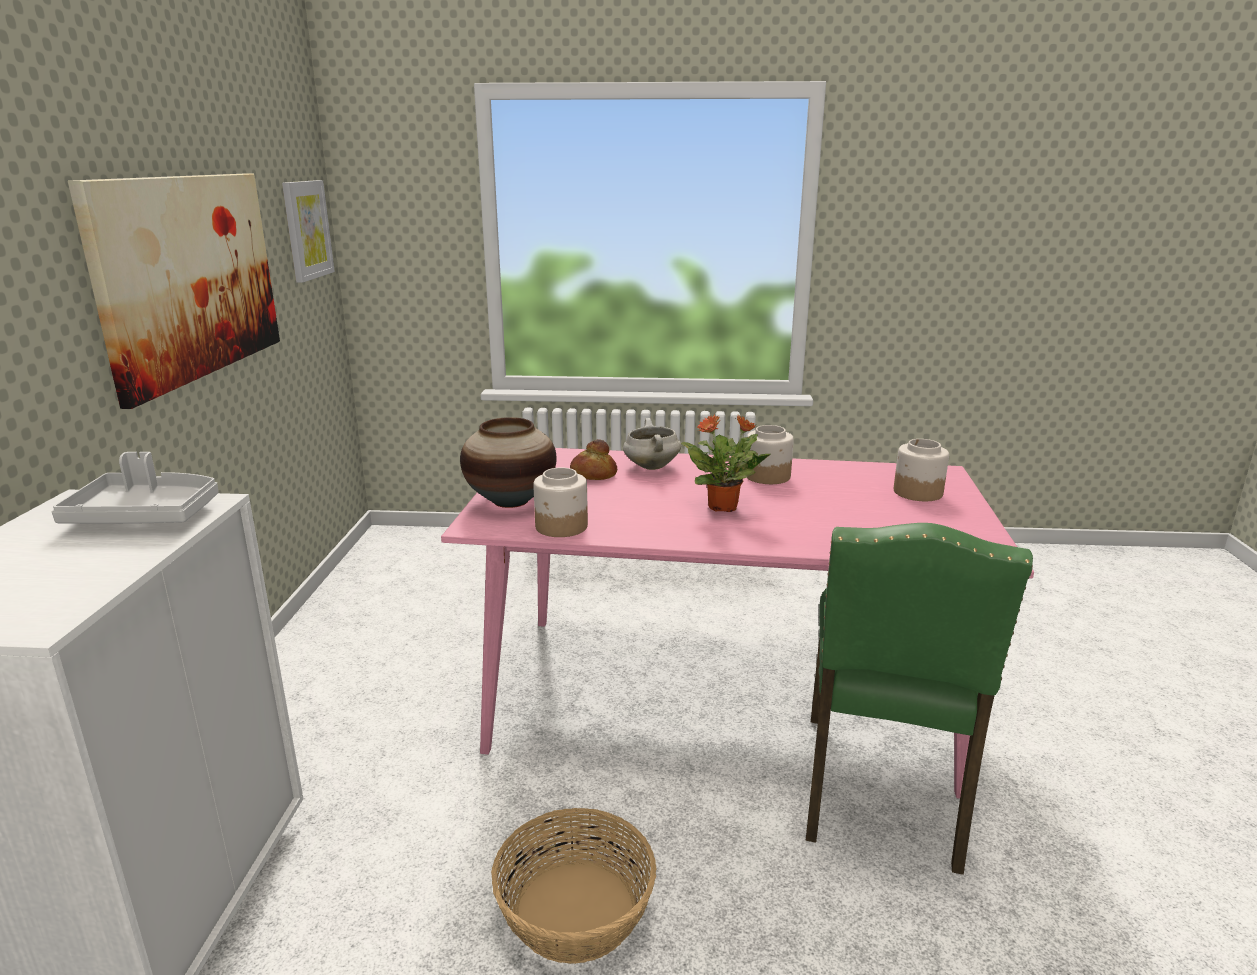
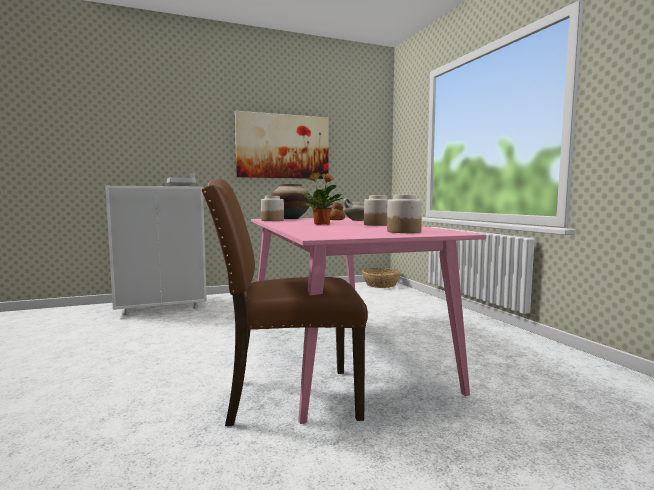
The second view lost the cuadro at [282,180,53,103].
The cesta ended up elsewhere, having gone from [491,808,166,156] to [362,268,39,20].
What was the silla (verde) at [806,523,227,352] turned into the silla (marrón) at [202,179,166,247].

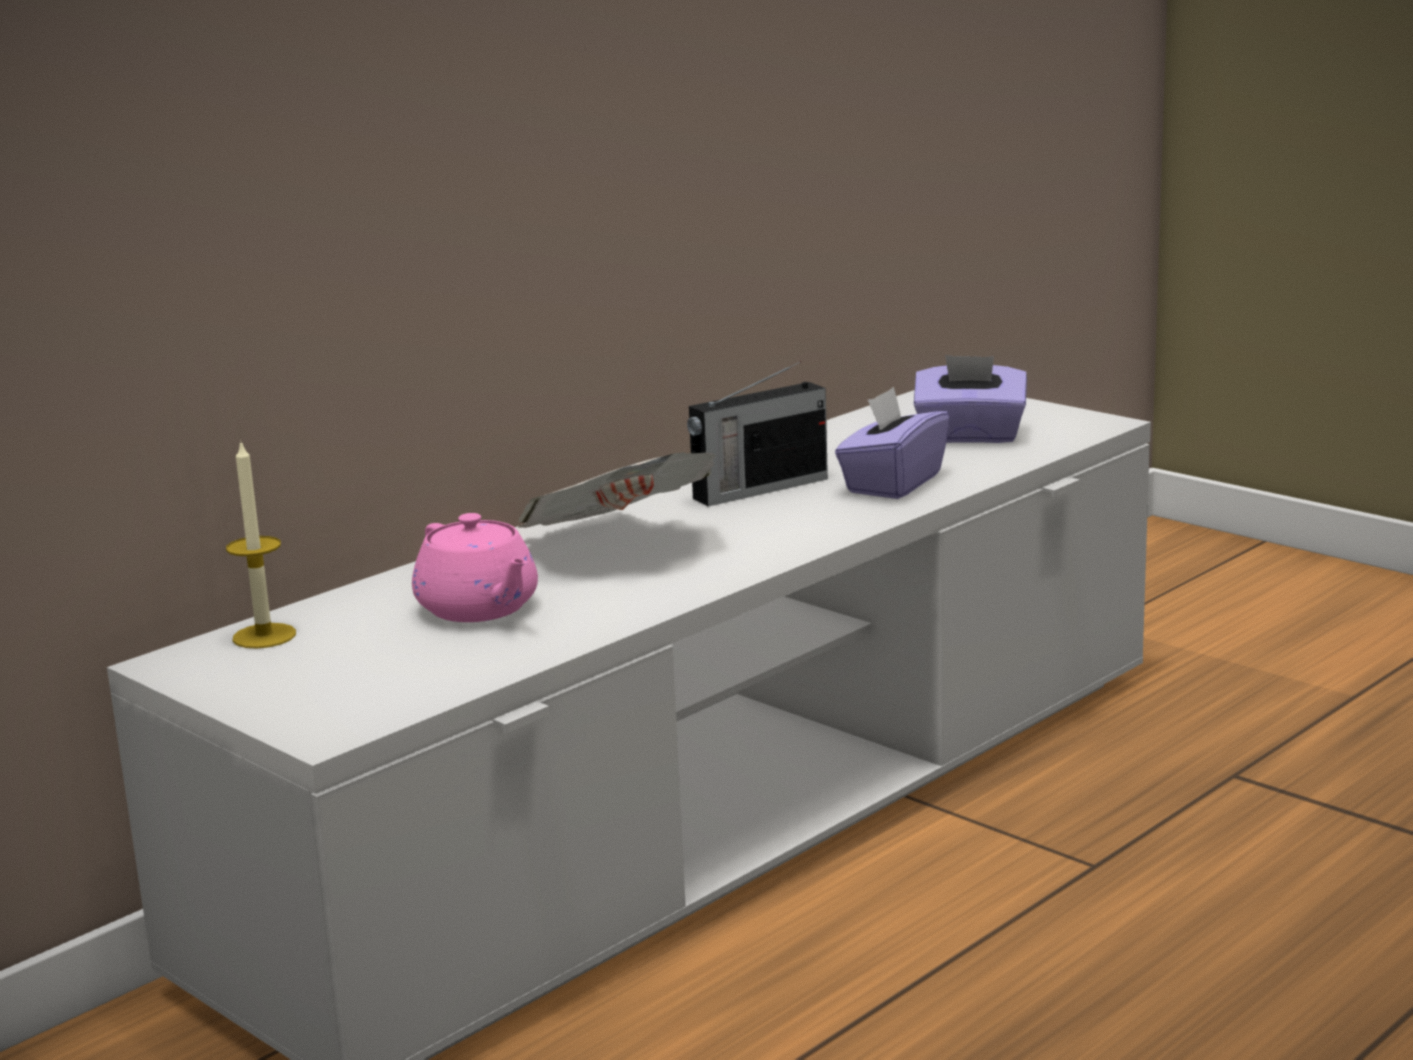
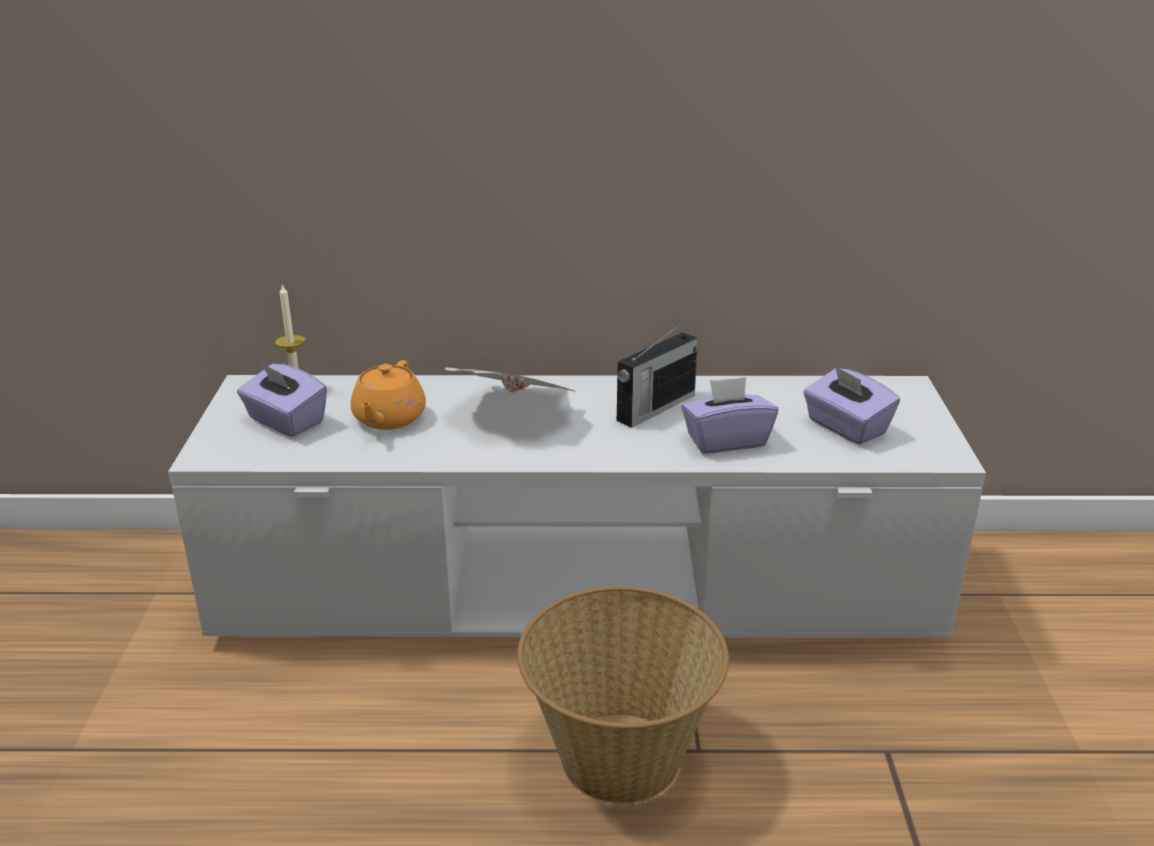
The second view gained the caja de pañuelos (morado) at [237,362,90,75].
The second view gained the cesta at [517,586,212,218].
What was the tetera (rosa) at [412,513,126,109] turned into the tetera (naranja) at [351,360,75,70].
The radio at [687,361,141,145] ended up facing another way, 60 degrees counterclockwise from before.

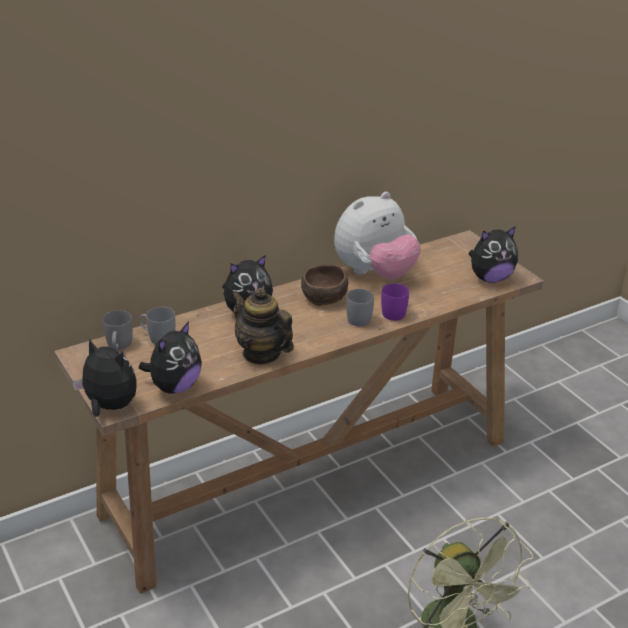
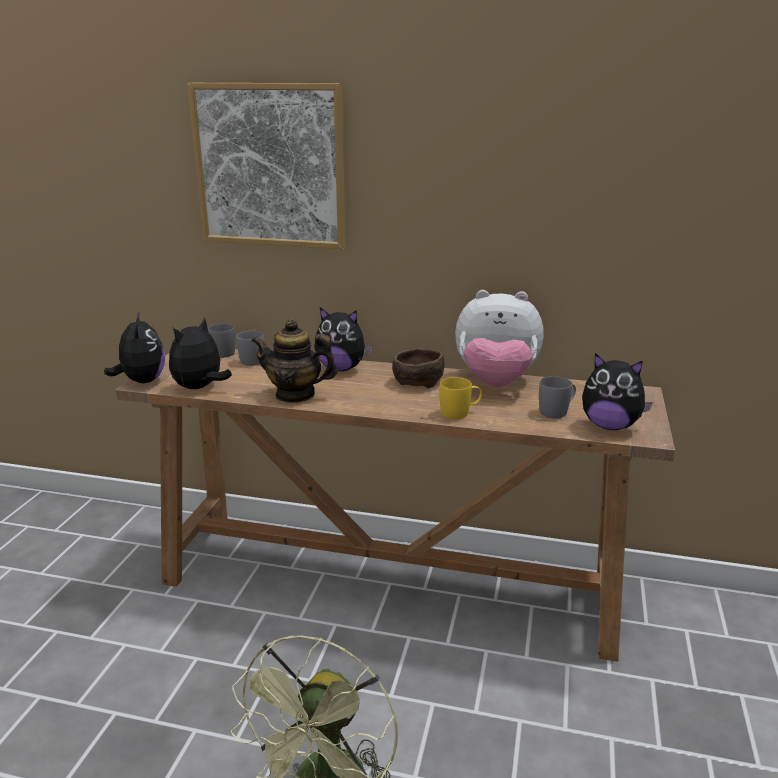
The second view gained the cuadro at [187,83,159,166].
The taza grande (gris) ended up elsewhere, having gone from [346,289,28,38] to [539,376,37,42].
What was the taza grande (morado) at [381,283,28,38] turned into the taza grande (amarillo) at [439,377,43,42].
The peluche at [139,321,63,72] ended up facing another way, 135 degrees clockwise from before.
The tetera at [231,288,63,77] ended up facing another way, 75 degrees counterclockwise from before.

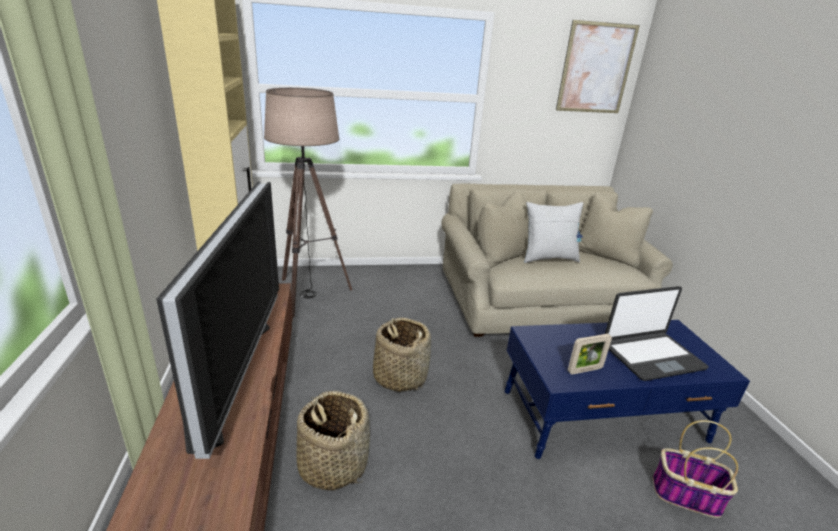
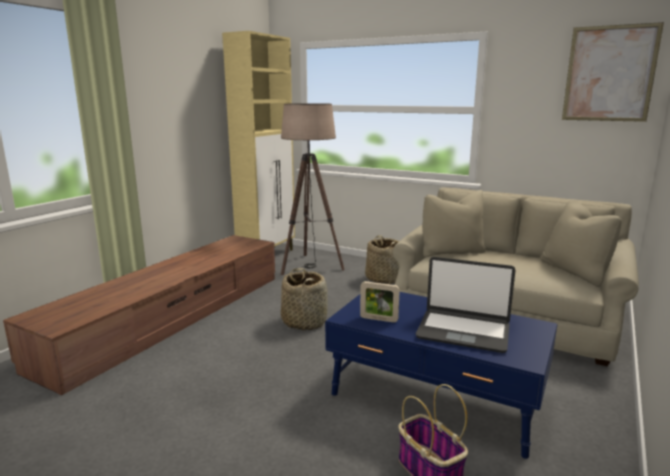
The second view lost the televisor at [157,182,122,277].
The second view lost the cojín (gris) at [524,202,59,61].
The cesta ended up elsewhere, having gone from [296,391,74,100] to [365,235,34,49].

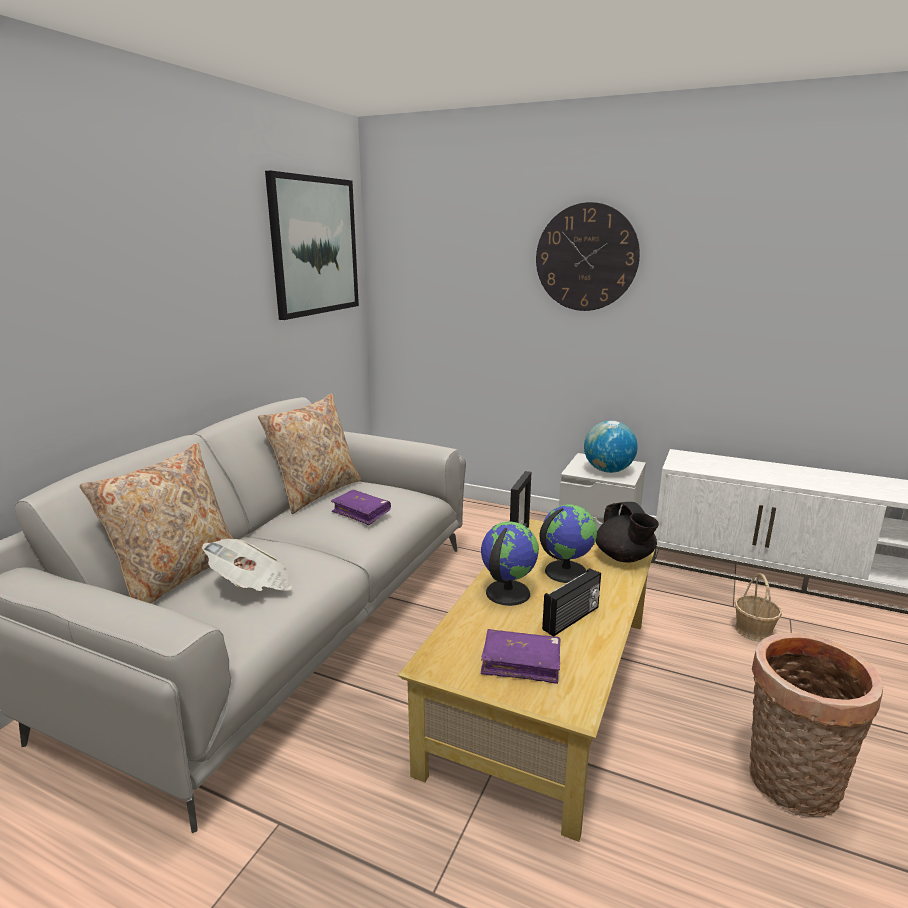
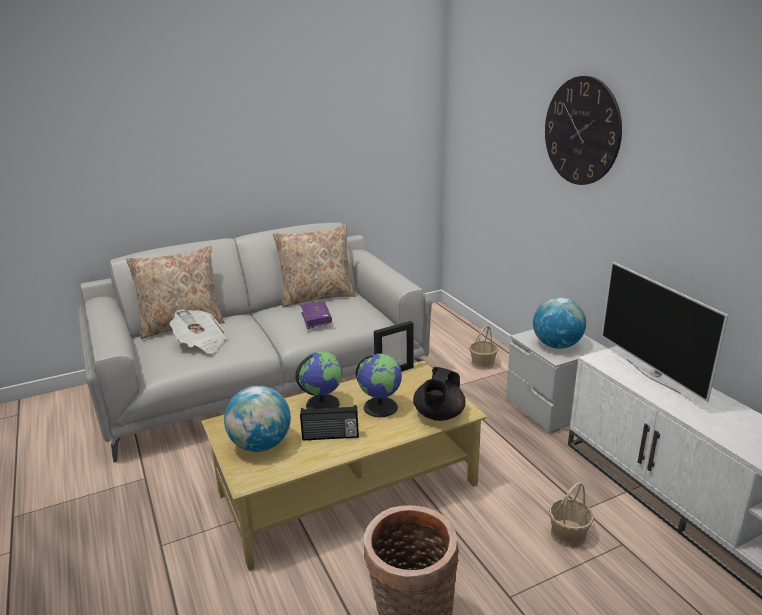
The second view lost the cuadro at [265,171,94,149].
The second view gained the cesta at [469,325,29,45].
The second view gained the televisor at [602,262,126,140].
Where the libro (morado) stood at [481,629,80,55], the globo terráqueo came to stand at [224,386,67,66].

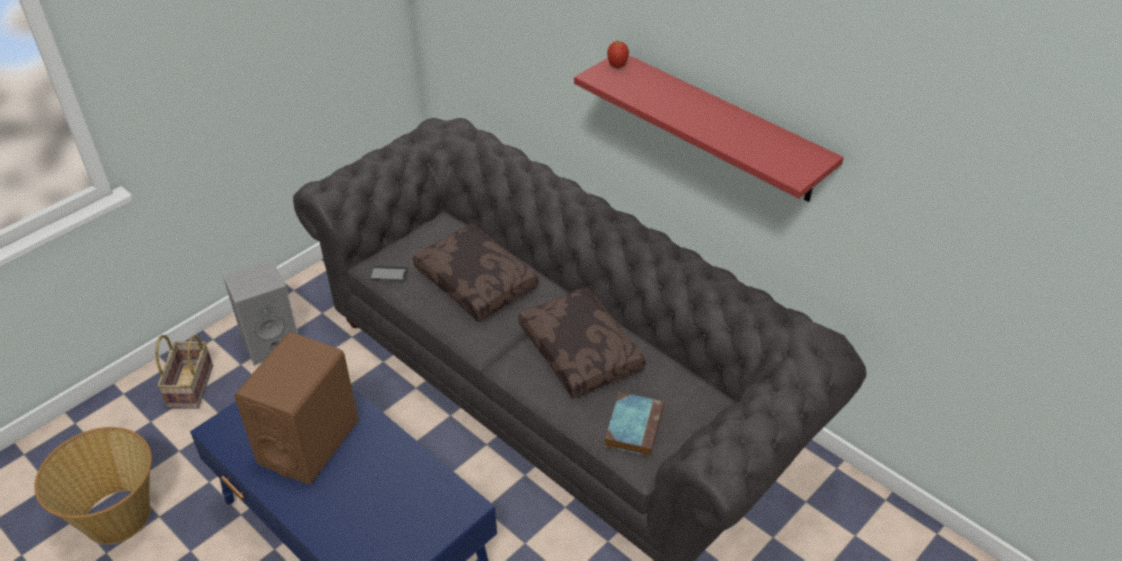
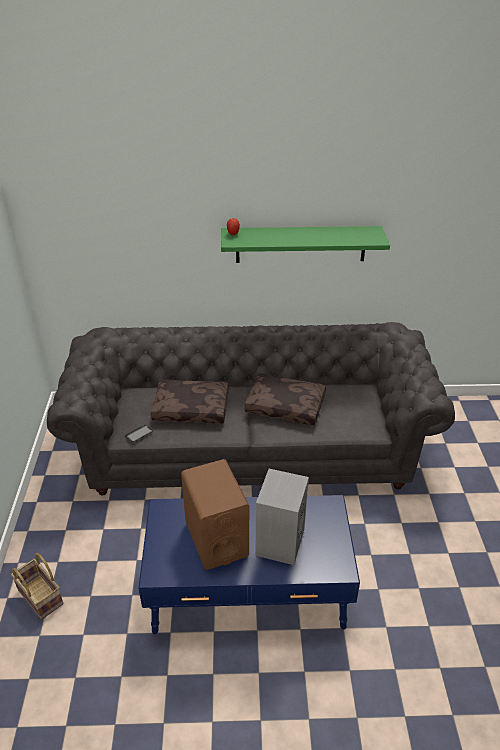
The second view lost the cesta at [34,427,118,117].
The second view lost the libro at [604,392,60,65].
The altavoz (gris) ended up elsewhere, having gone from [223,259,75,107] to [255,469,54,96].
What was the estante (rojo) at [574,55,270,147] turned into the estante (verde) at [221,226,169,37].

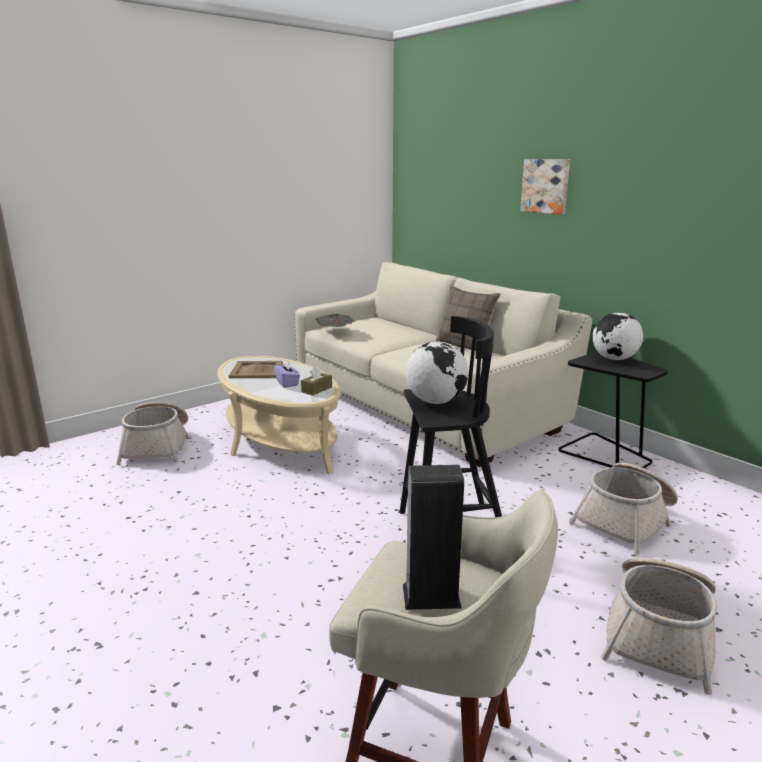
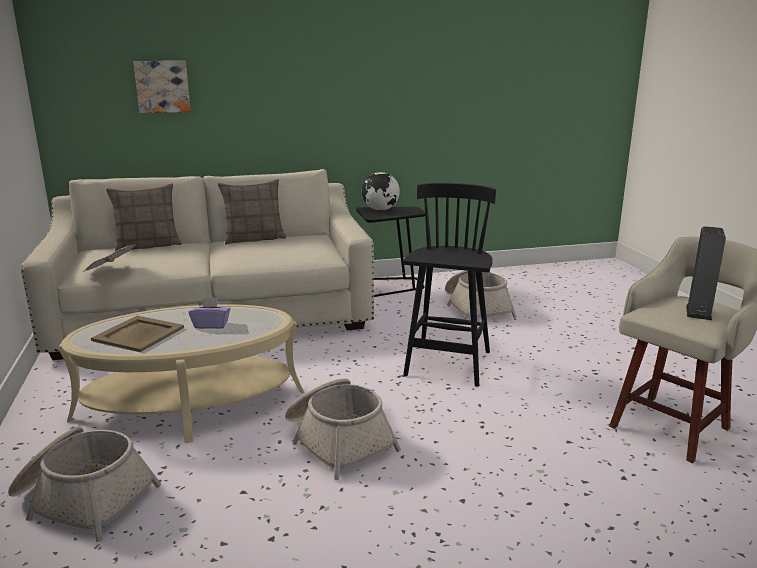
The second view lost the caja de pañuelos (marrón) at [301,366,31,29].
The second view lost the globo terráqueo at [406,341,62,63].
The second view gained the cojín at [106,183,76,68].
The cuadro ended up elsewhere, having gone from [520,159,50,55] to [133,61,58,52].
The cesta ended up elsewhere, having gone from [601,558,116,137] to [285,379,116,101].

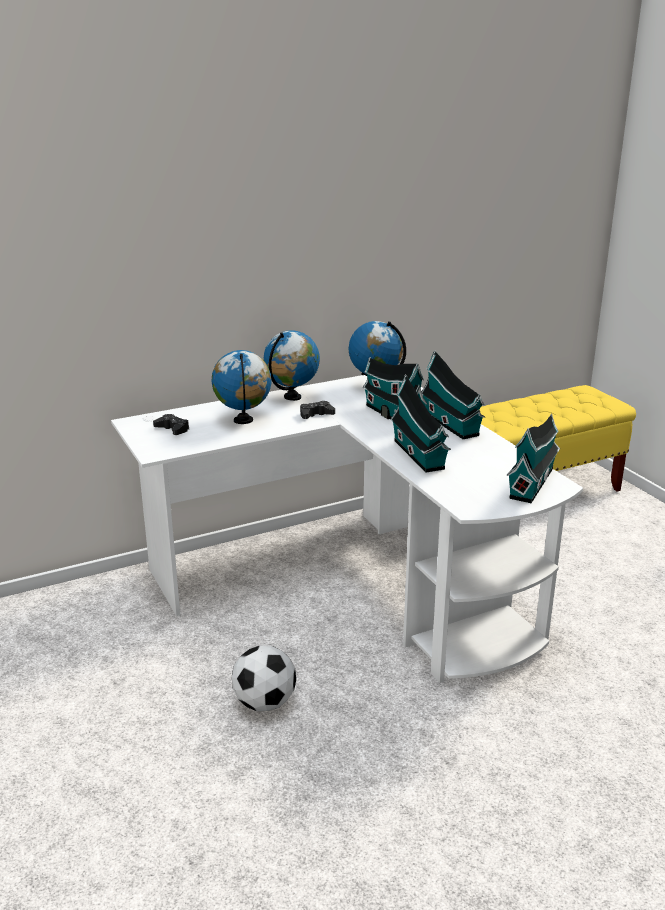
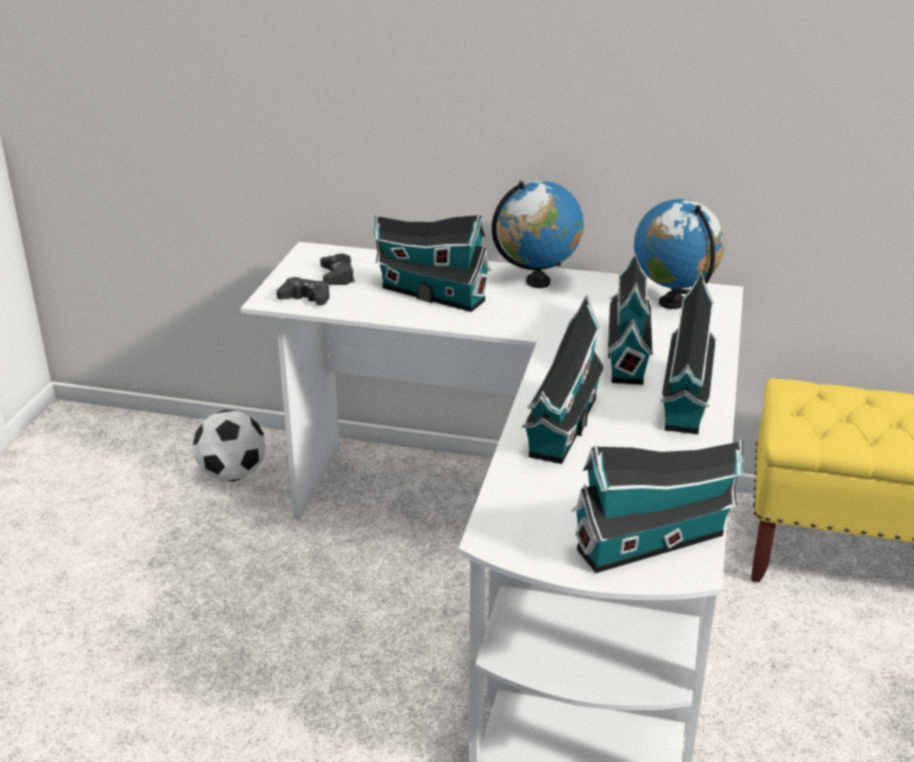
The balón de fútbol ended up elsewhere, having gone from [232,645,64,66] to [193,410,73,71].
The mando de consola (negro) ended up elsewhere, having gone from [300,401,35,18] to [276,277,54,28].
Where the globo terráqueo stood at [212,350,59,74], the casita came to stand at [374,214,118,98].

